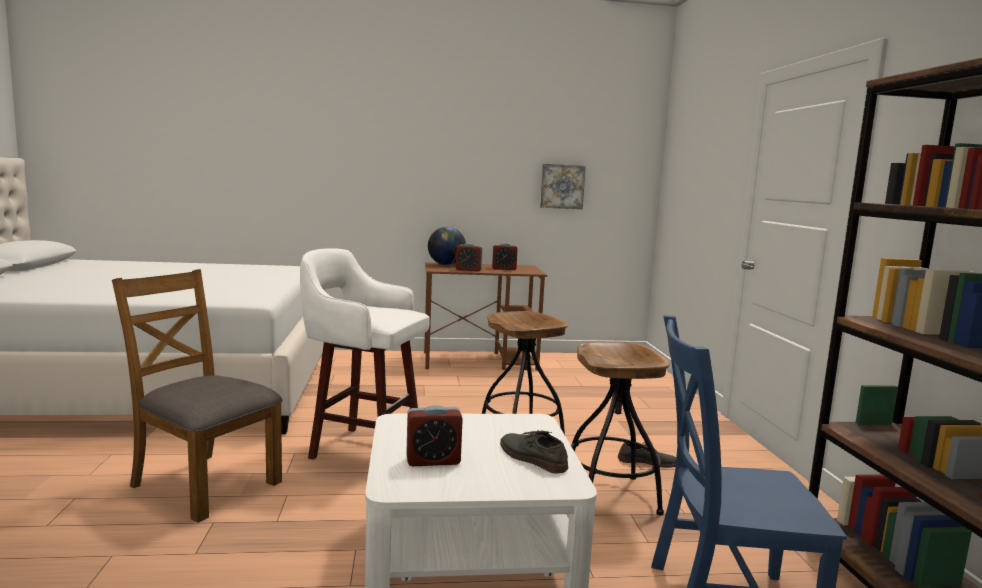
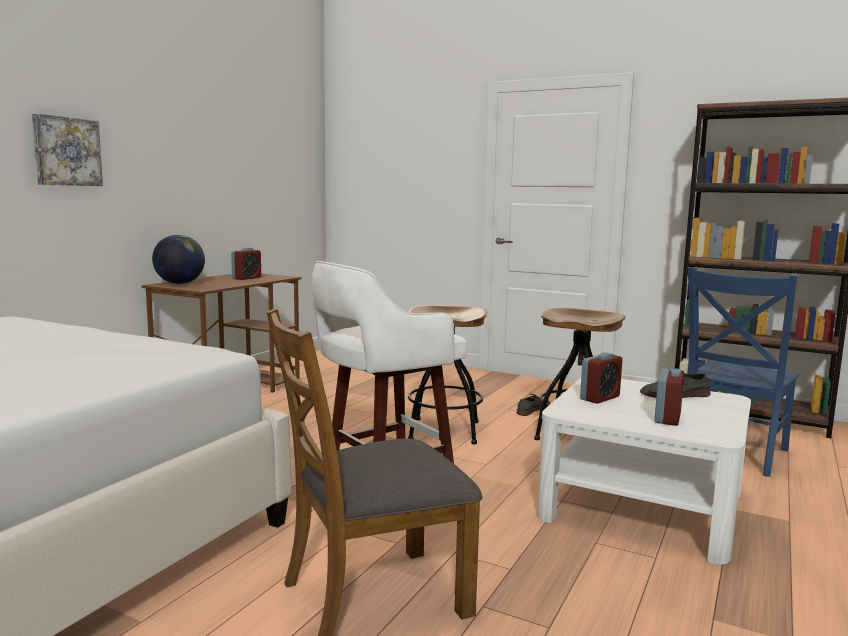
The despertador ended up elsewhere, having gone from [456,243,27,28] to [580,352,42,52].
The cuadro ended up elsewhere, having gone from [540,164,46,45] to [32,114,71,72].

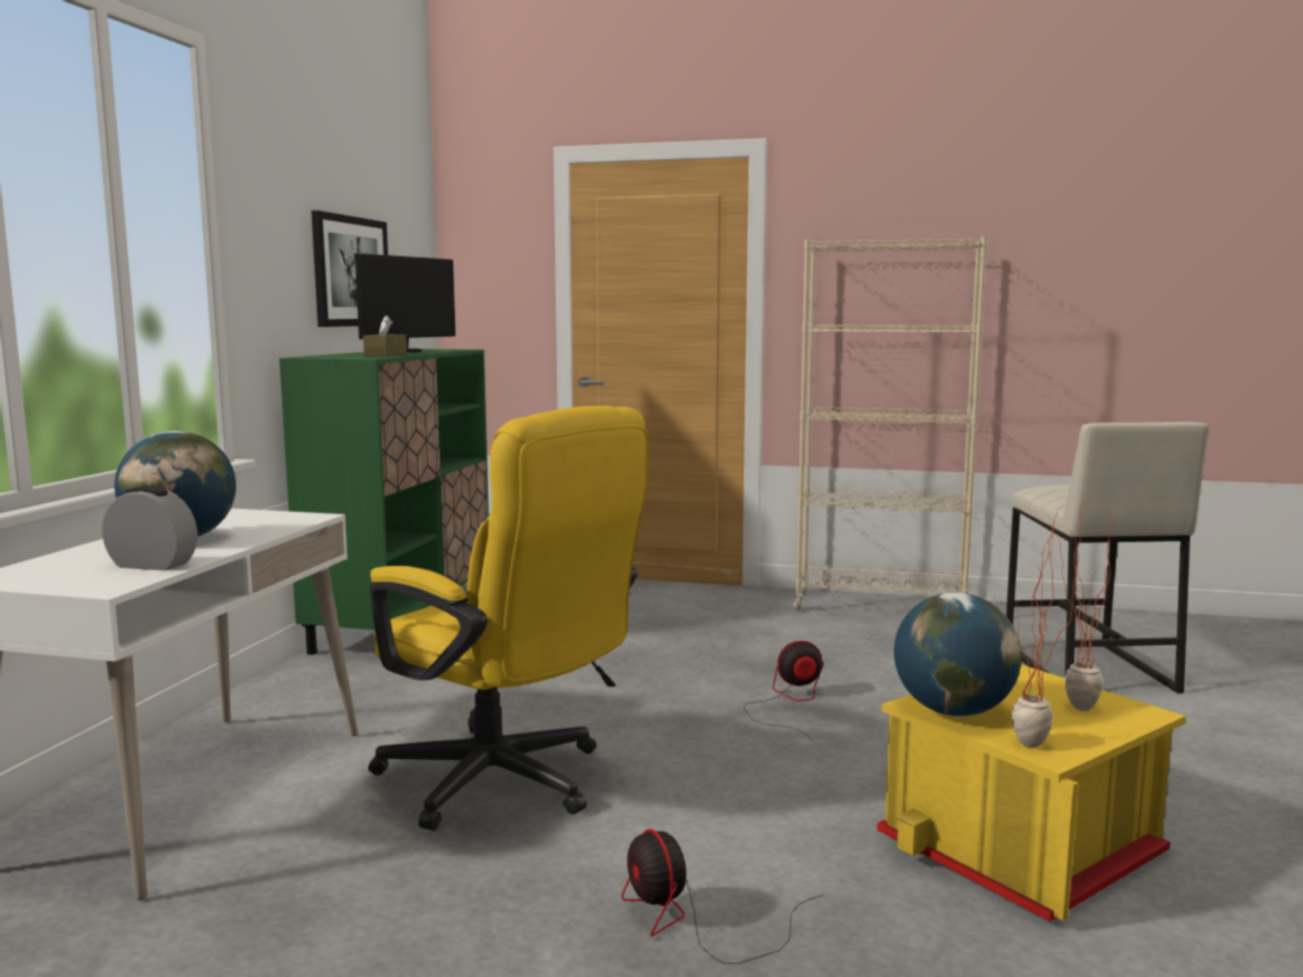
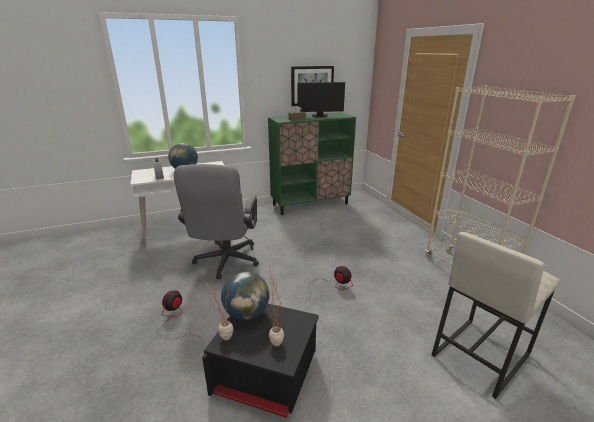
What was the silla de oficina (amarillo) at [368,406,281,425] turned into the silla de oficina (gris) at [174,164,85,115].
What was the caja de almacenaje (amarillo) at [877,664,309,257] turned into the caja de almacenaje (negro) at [202,304,117,114].

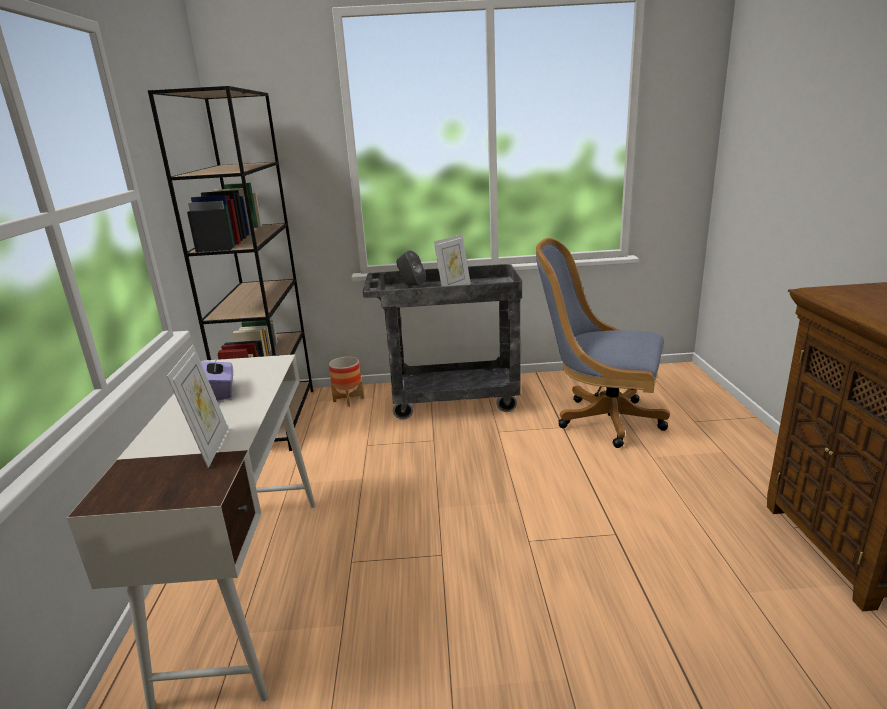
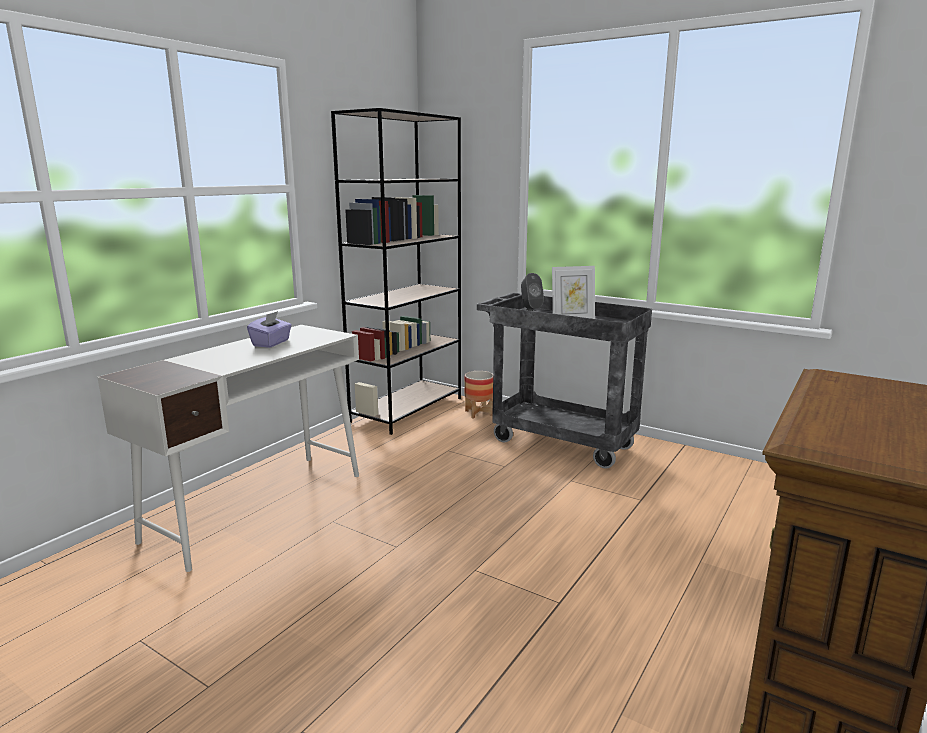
The second view lost the portarretratos at [167,345,61,123].
The second view lost the silla de oficina (azul) at [536,238,134,210].

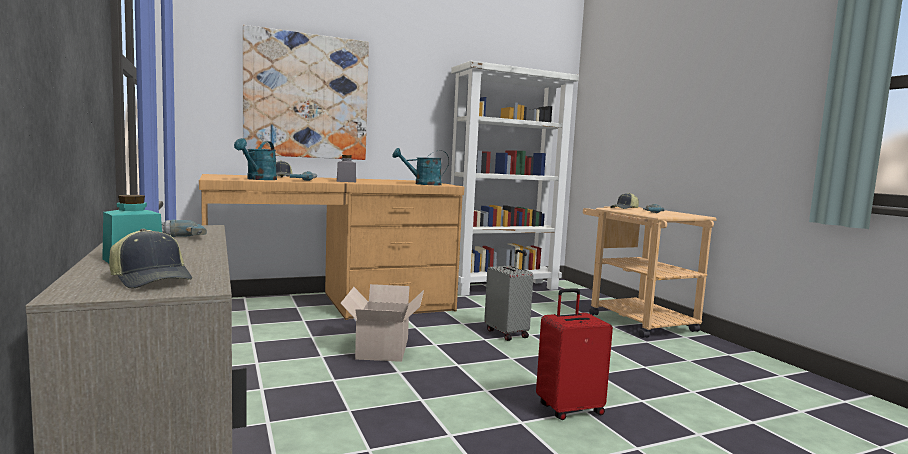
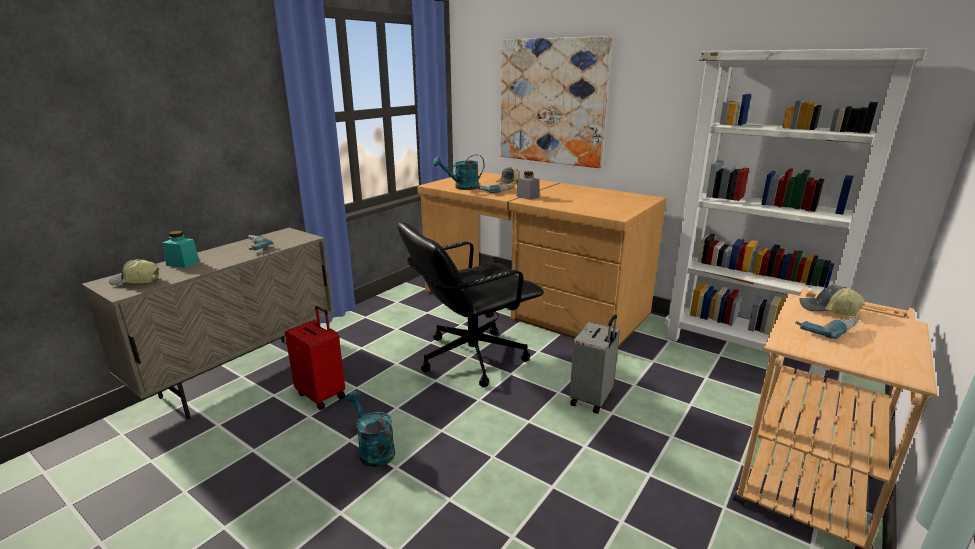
The regadera (turquesa) ended up elsewhere, having gone from [392,148,57,37] to [346,391,49,76].
The maleta (rojo) ended up elsewhere, having gone from [536,288,77,132] to [285,305,60,105].
Where the caja de cartón stood at [340,284,84,78], the silla de oficina (negro) came to stand at [398,222,146,165].
The gorra at [109,229,83,60] ended up facing another way, 75 degrees clockwise from before.

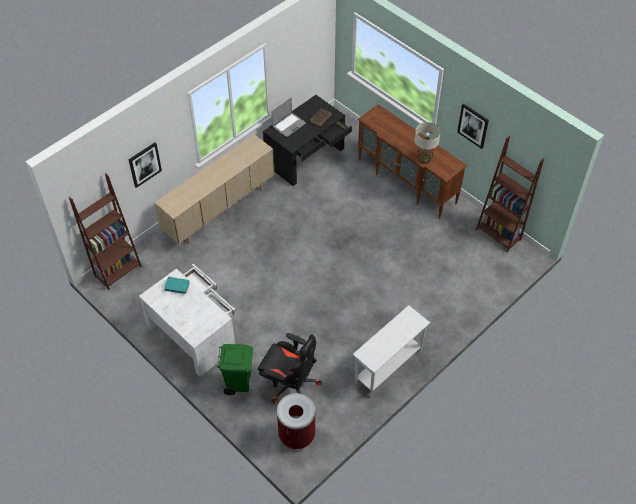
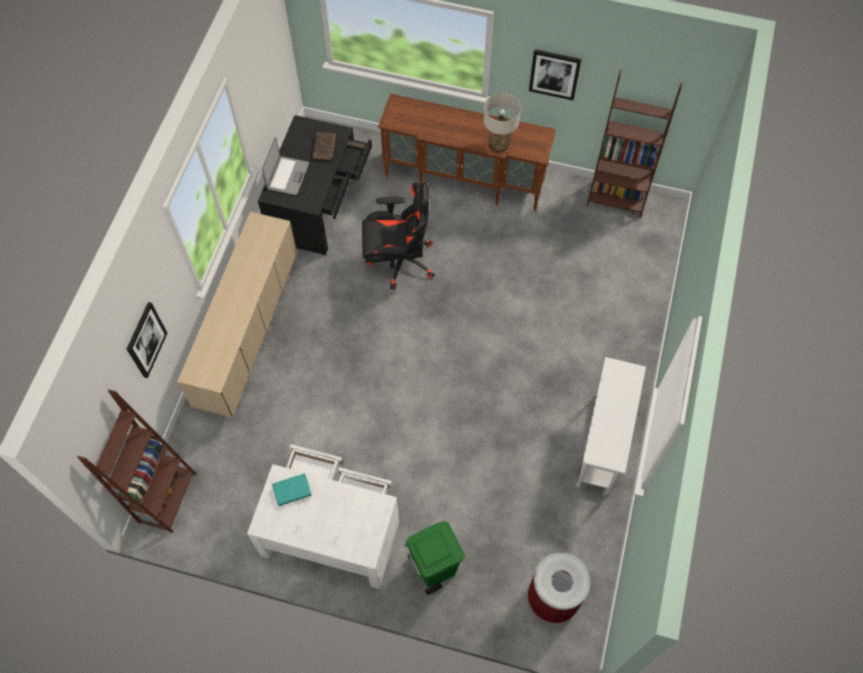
The silla de oficina (negro) ended up elsewhere, having gone from [258,333,64,71] to [362,182,73,108].

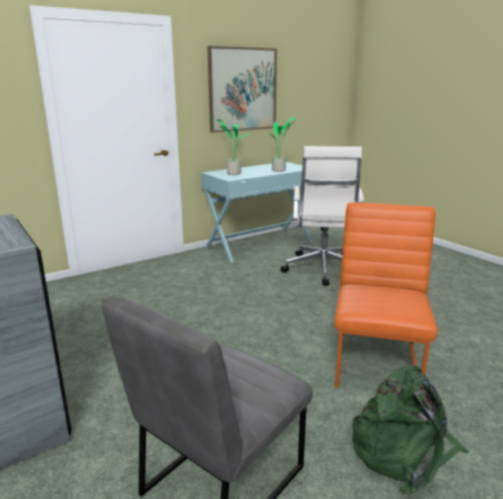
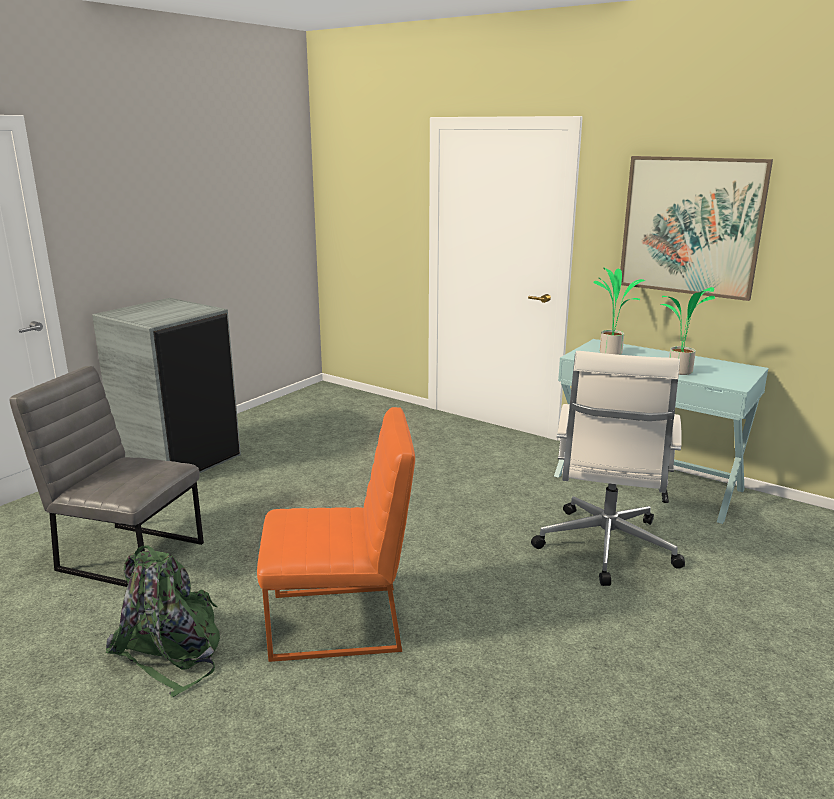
The silla de oficina (blanco) at [281,146,83,140] ended up facing another way, 60 degrees counterclockwise from before.

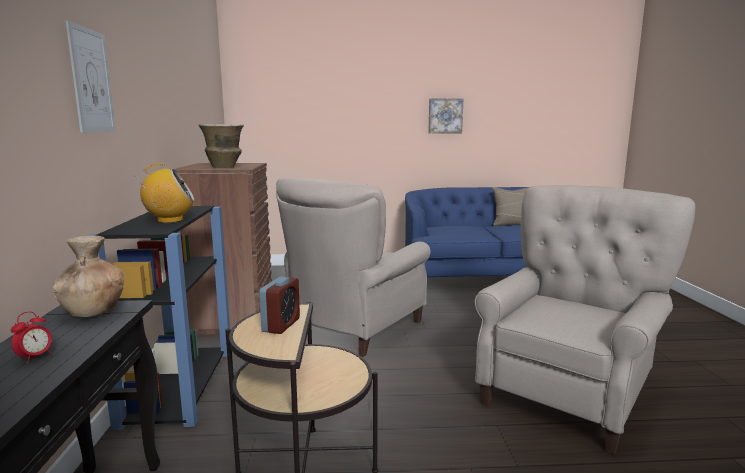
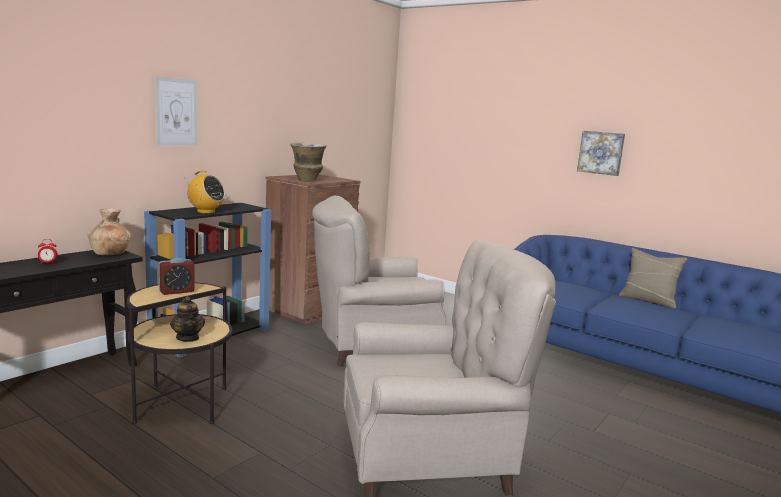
The second view gained the tetera at [170,296,35,46].

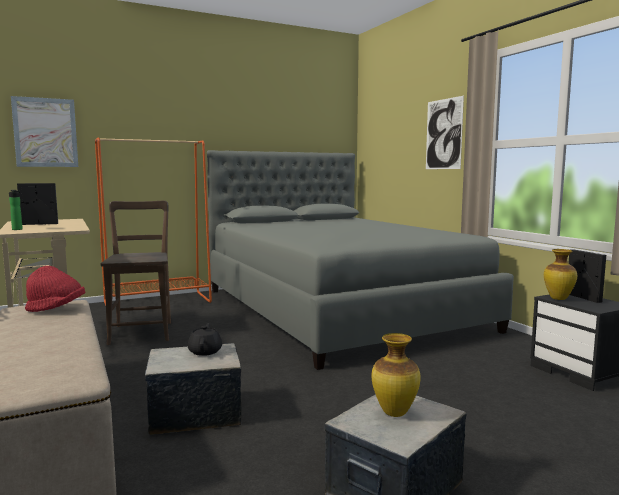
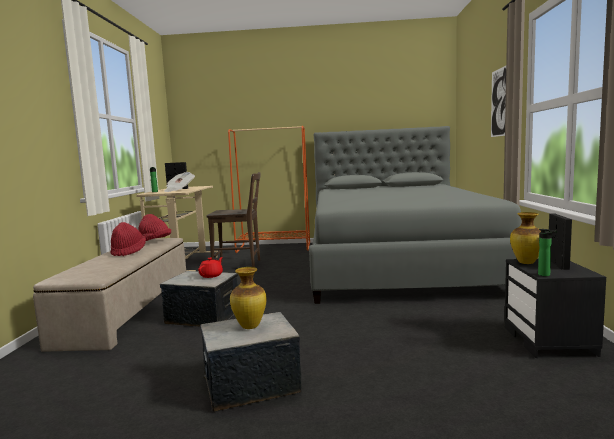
The second view lost the cuadro at [11,96,67,71].
The second view gained the sombrero (rojo) at [111,222,35,34].
The second view gained the periódico at [164,172,31,20].
The second view gained the botella at [538,229,19,47].
What was the tetera (negro) at [188,323,34,33] turned into the tetera (rojo) at [198,257,25,21].
The silla (marrón) at [101,201,70,144] ended up facing another way, 75 degrees clockwise from before.

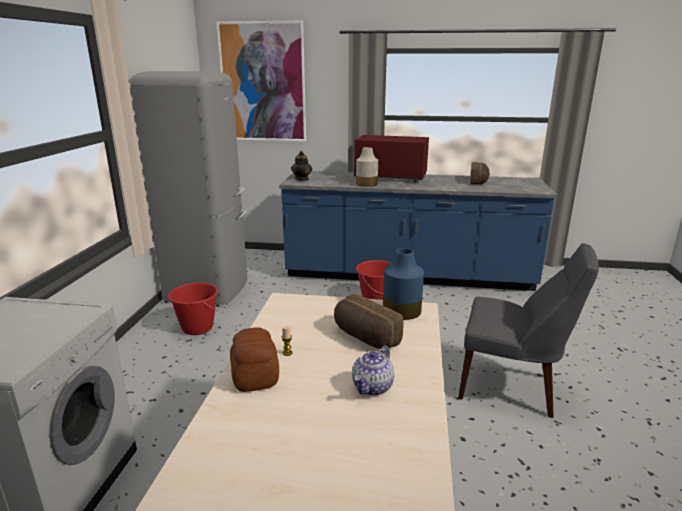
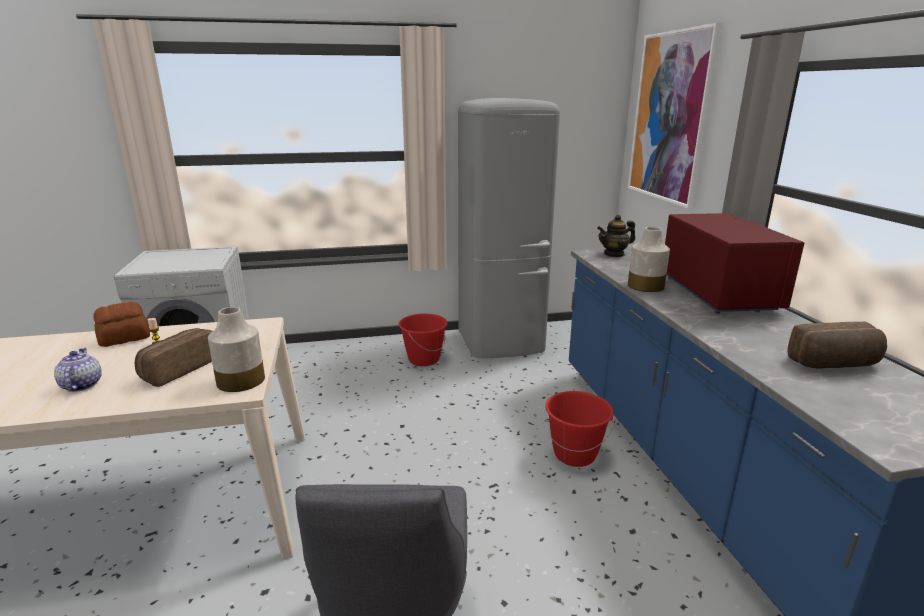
What was the florero (azul) at [383,248,41,72] turned into the florero (beis) at [208,307,57,85].
The tetera at [352,346,42,50] ended up facing another way, 60 degrees clockwise from before.

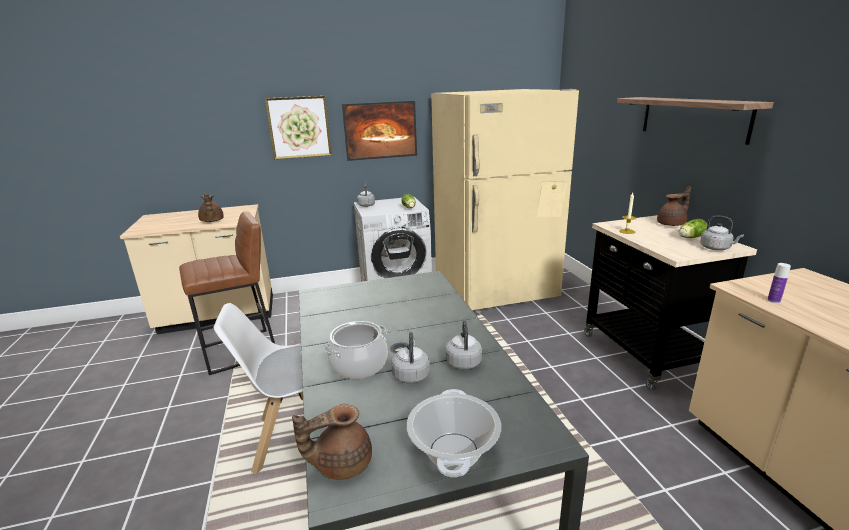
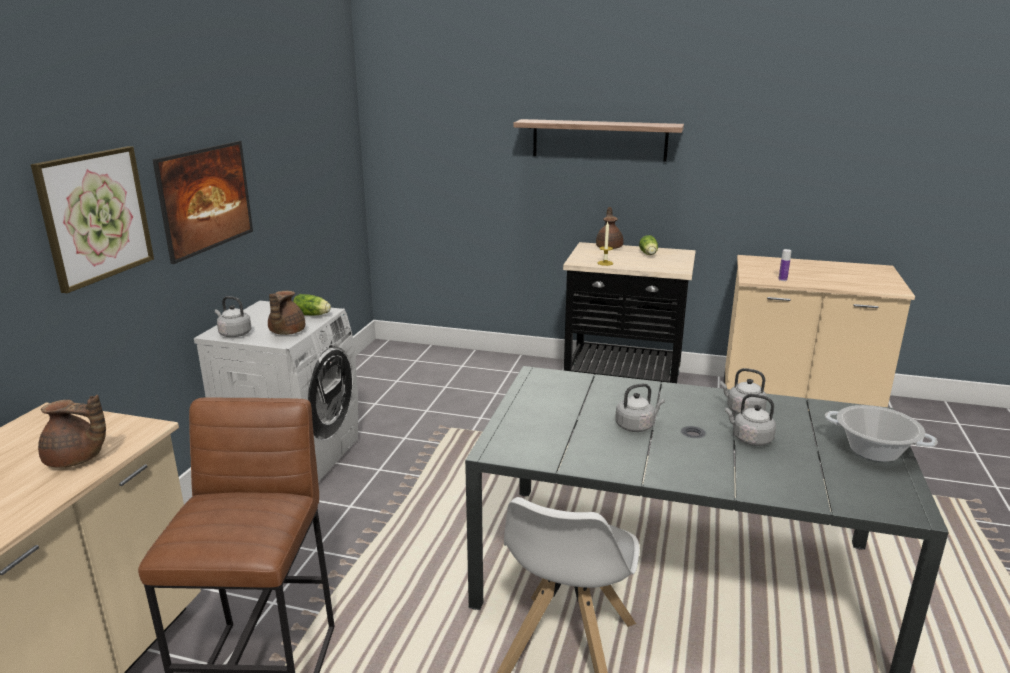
The second view lost the olla at [324,321,64,58].
The second view lost the nevera (beis) at [431,89,148,221].
The tetera (marrón) ended up elsewhere, having gone from [292,404,80,76] to [268,291,37,44].
The hervidor (gris) ended up elsewhere, having gone from [700,215,44,35] to [615,383,50,49].

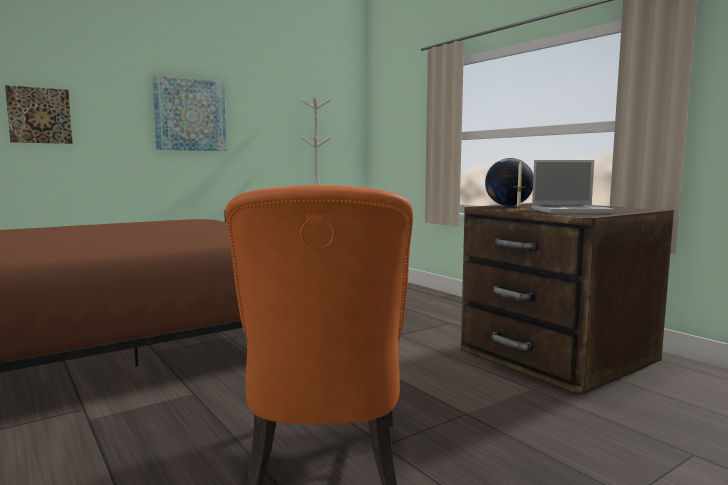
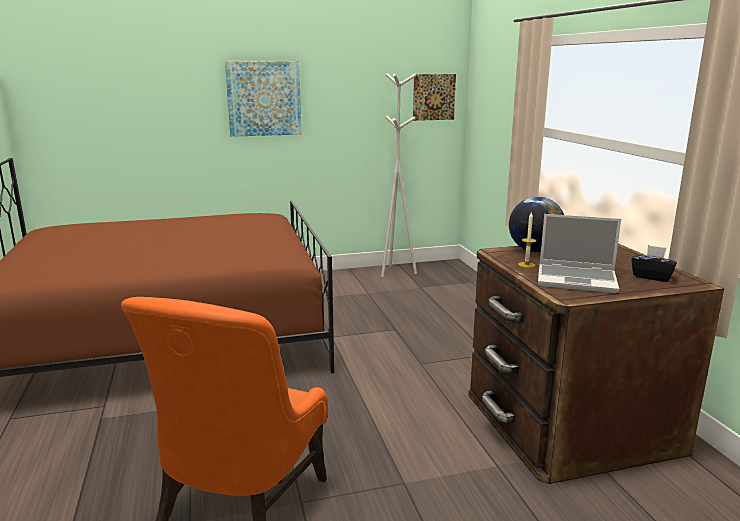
The second view gained the caja de pañuelos (negro) at [631,245,46,37].
The cuadro ended up elsewhere, having gone from [5,85,68,59] to [413,74,43,47].

